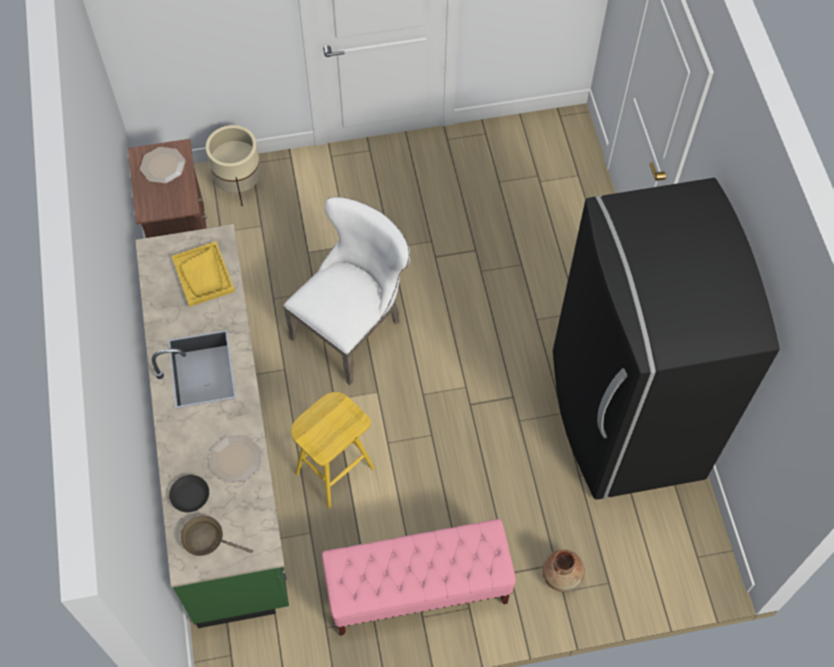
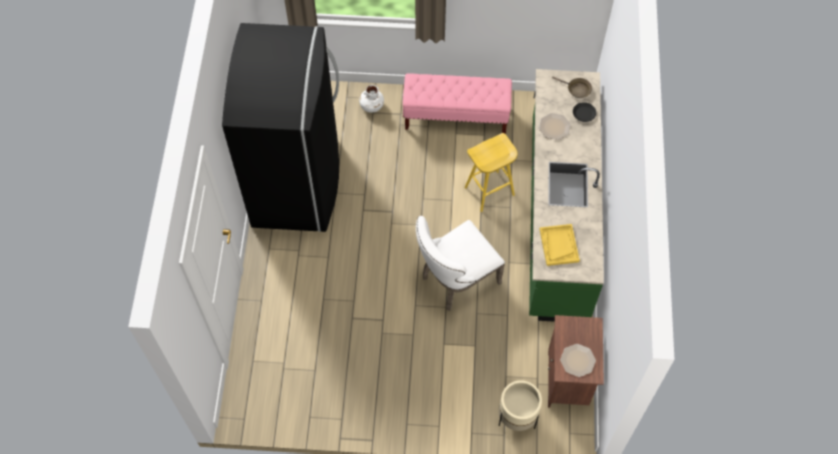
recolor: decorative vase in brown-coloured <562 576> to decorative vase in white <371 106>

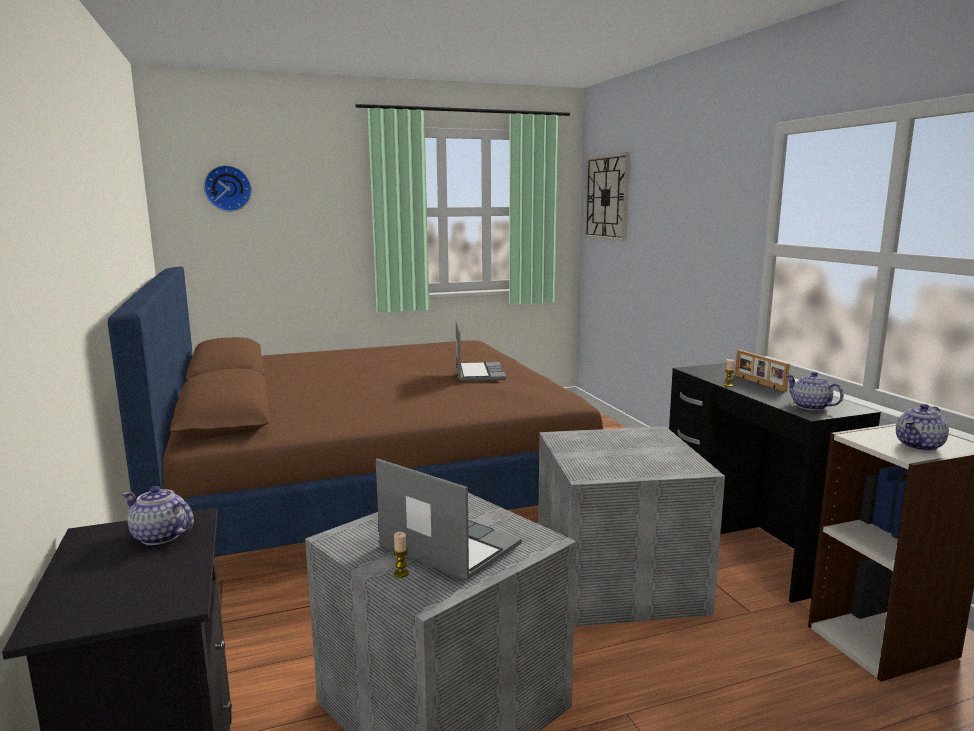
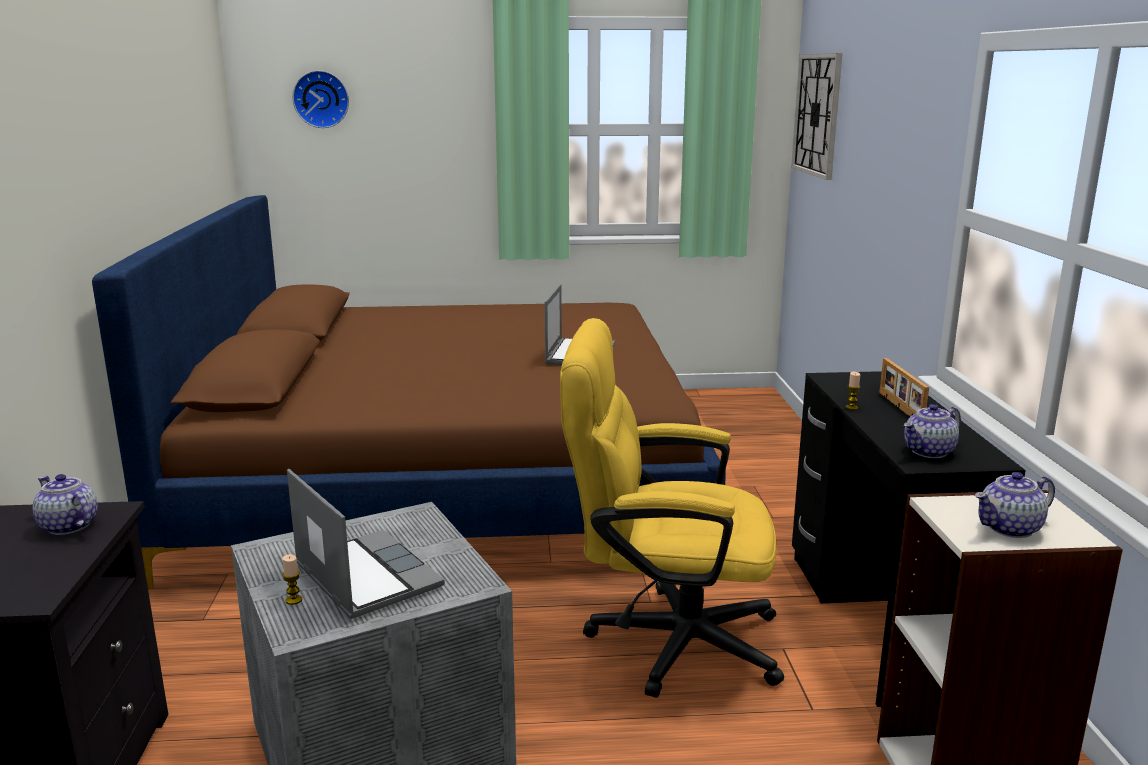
replace: storage box in greyish <615 579> to desk chair in yellow-coloured <665 640>
rotate: teapot <810 407> = <929 452> 105 degrees counterclockwise

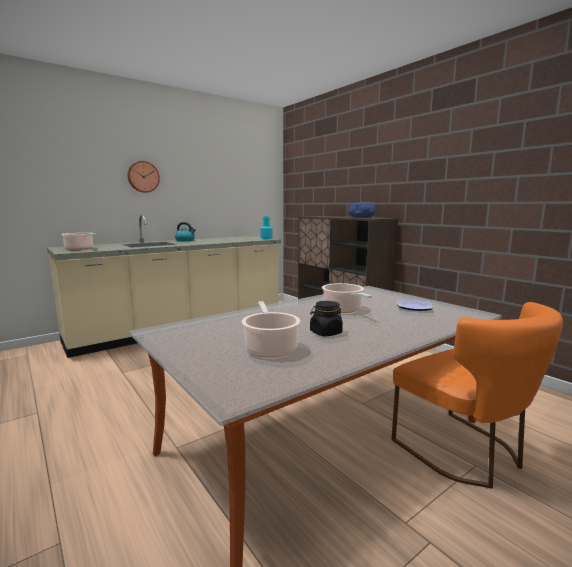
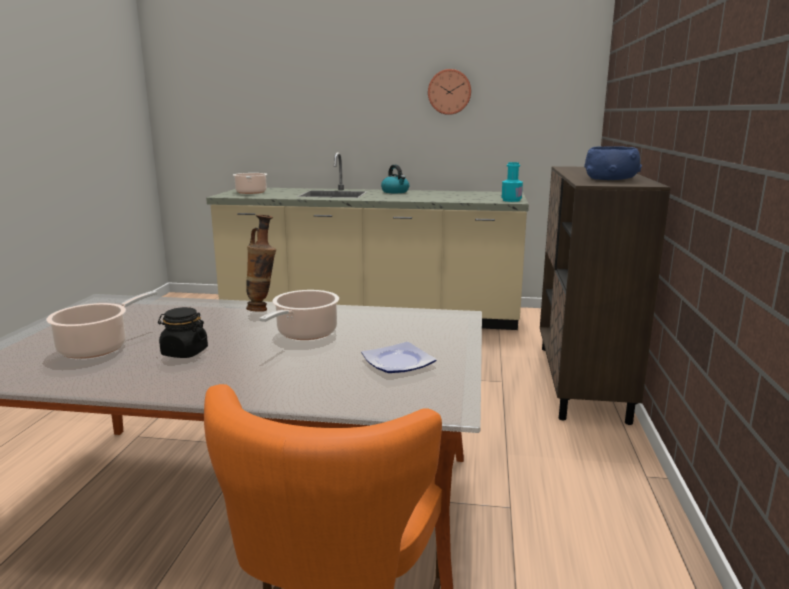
insert: decorative vase <263 309>
move: wall clock <143 177> to <449 92>

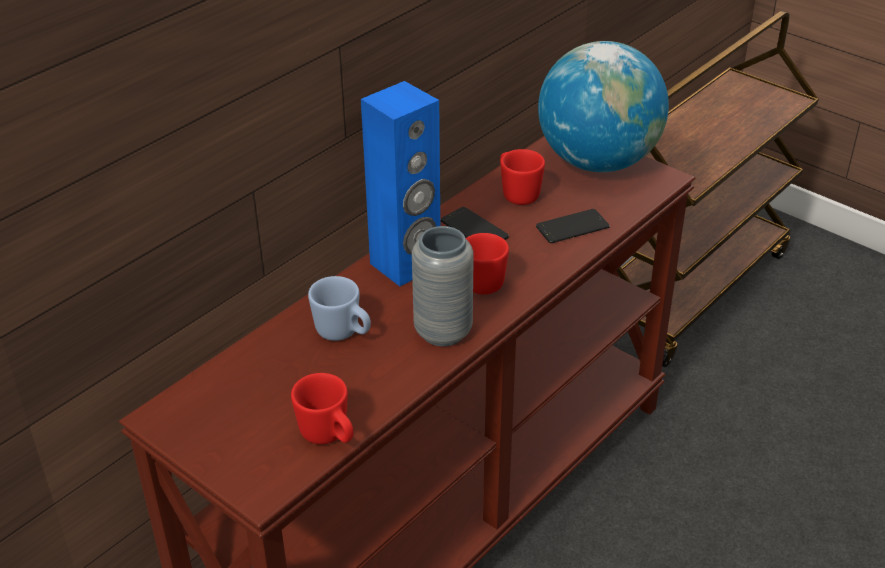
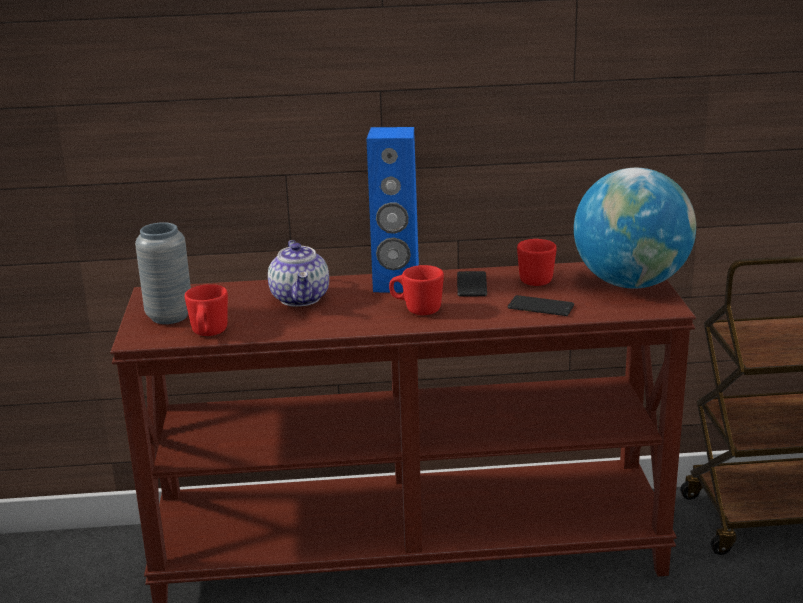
move: decorative vase in greyish <443 332> to <169 317>
replace: tea mug in blue-coloured <343 333> to teapot <301 298>

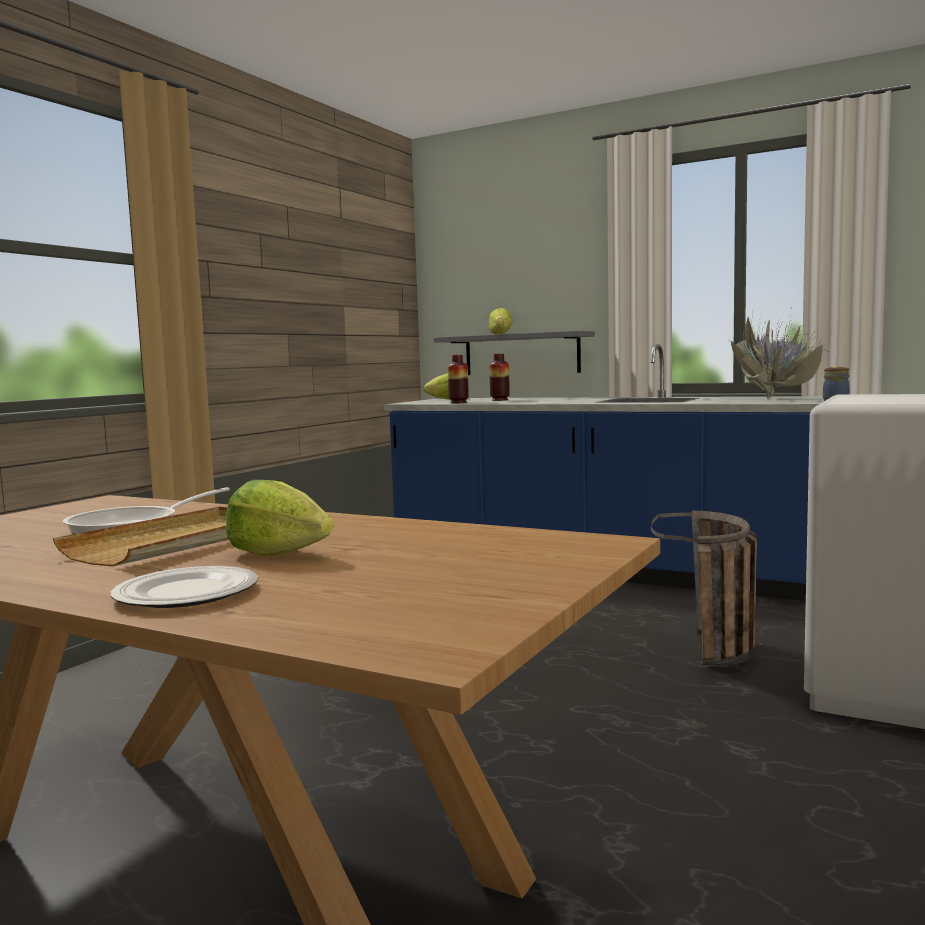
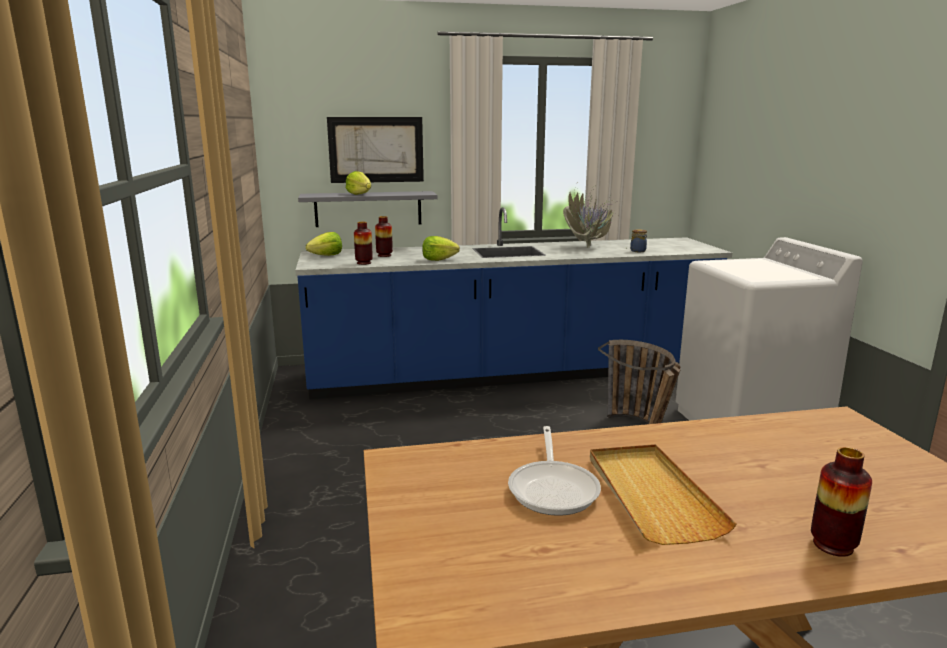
insert: wall art <376 150>
move: lettuce <278 553> to <438 259>
replace: dinner plate <185 593> to decorative vase <833 545>

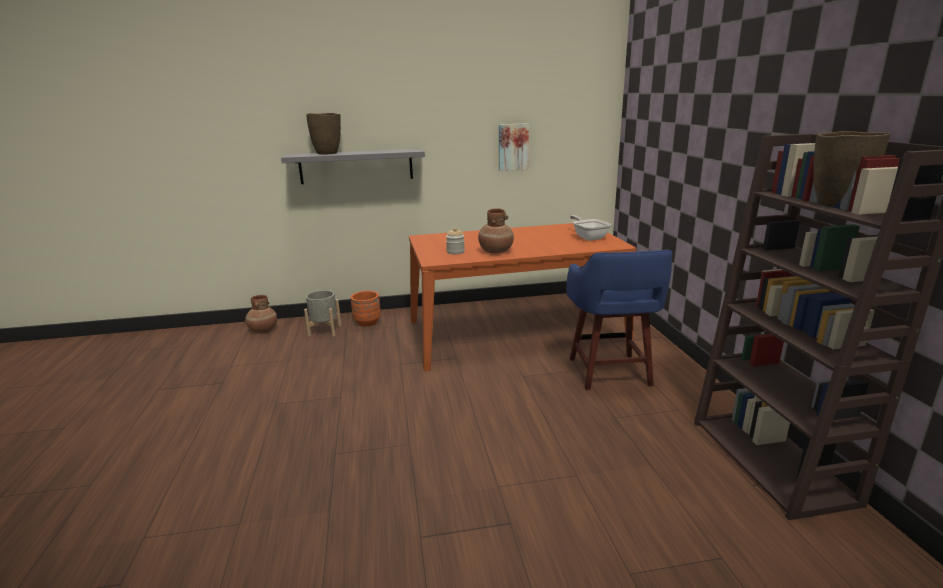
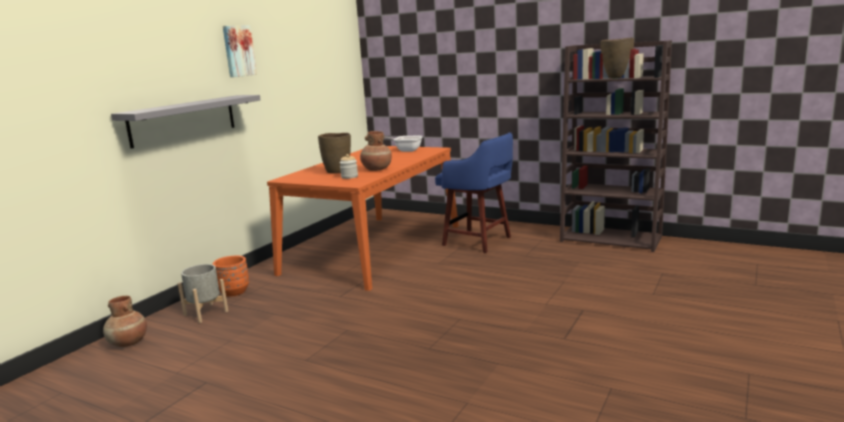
move: wall art <513 147> to <238 51>; decorative vase in brown-coloured <327 153> to <337 171>

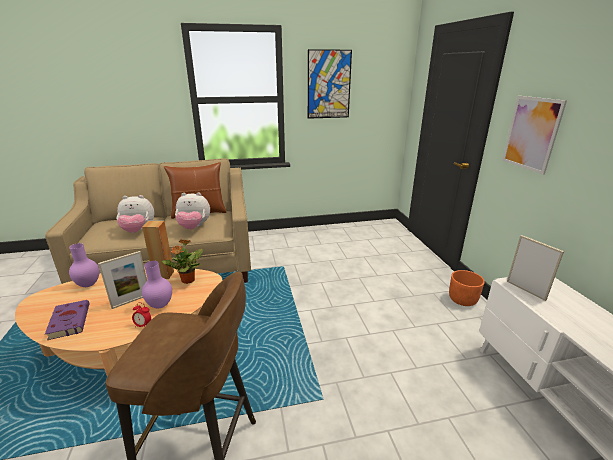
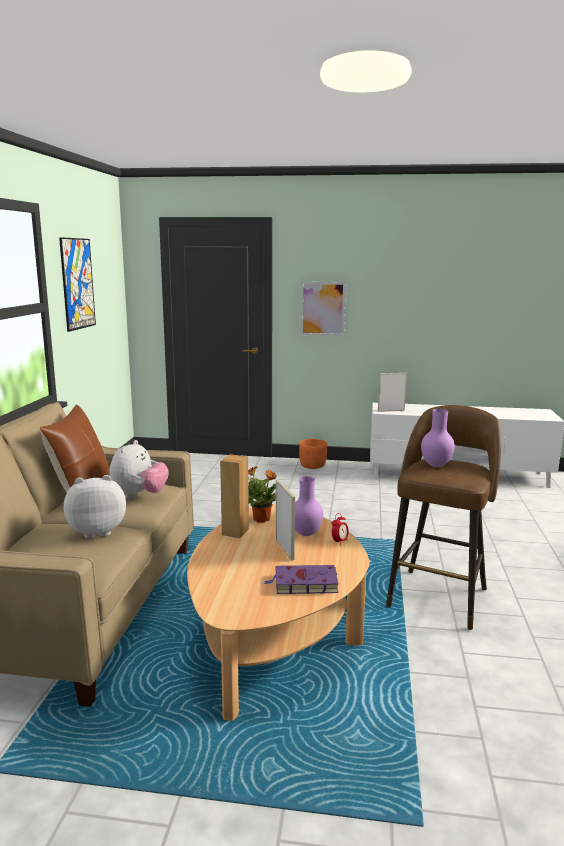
move: decorative vase in purplish <89 284> to <435 465>
rotate: soft toy <138 230> = <97 531> 120 degrees counterclockwise

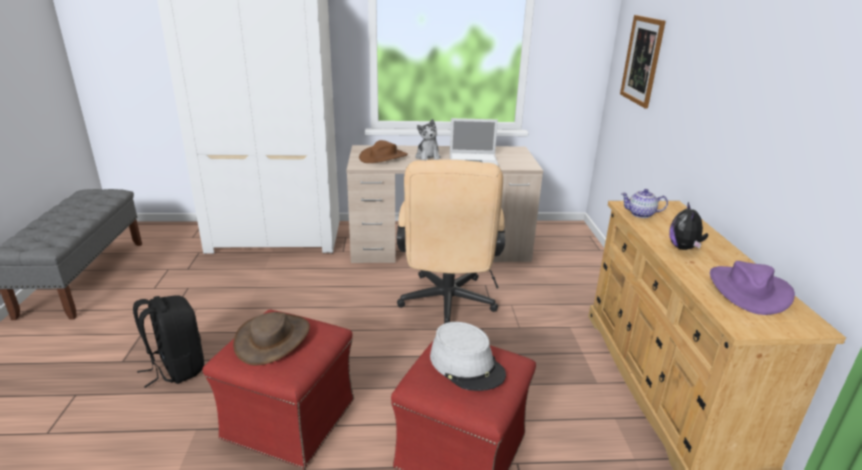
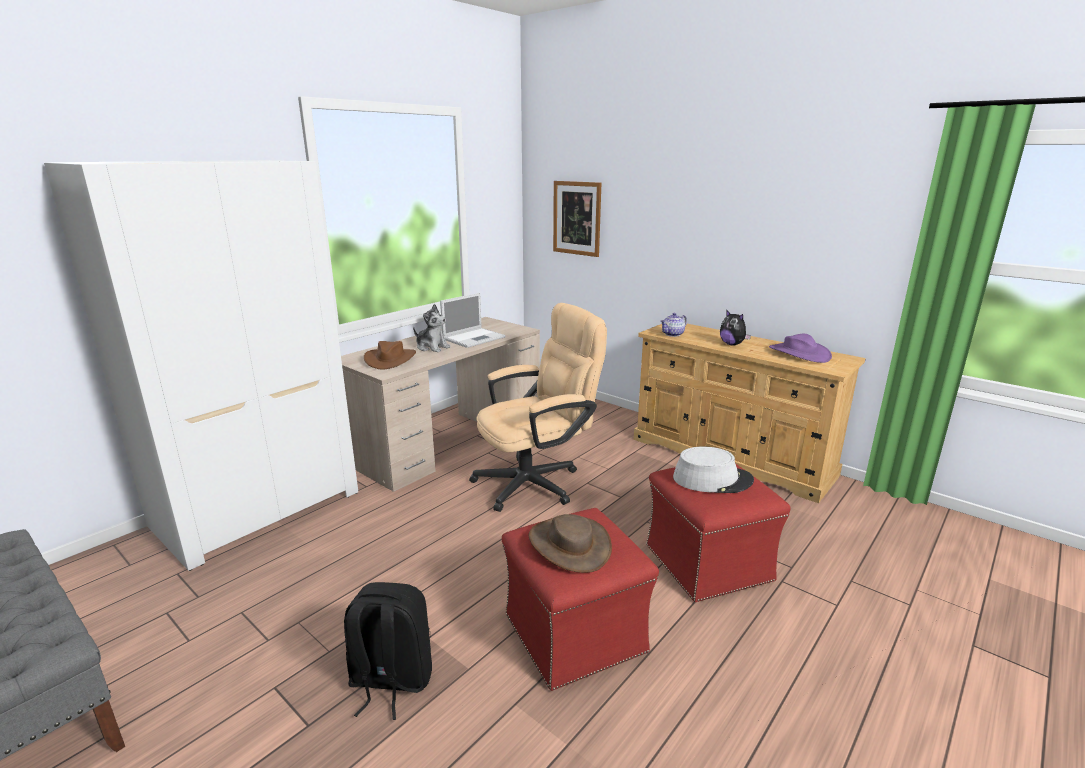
rotate: desk chair in sand-coloured <446 306> = <537 481> 75 degrees counterclockwise

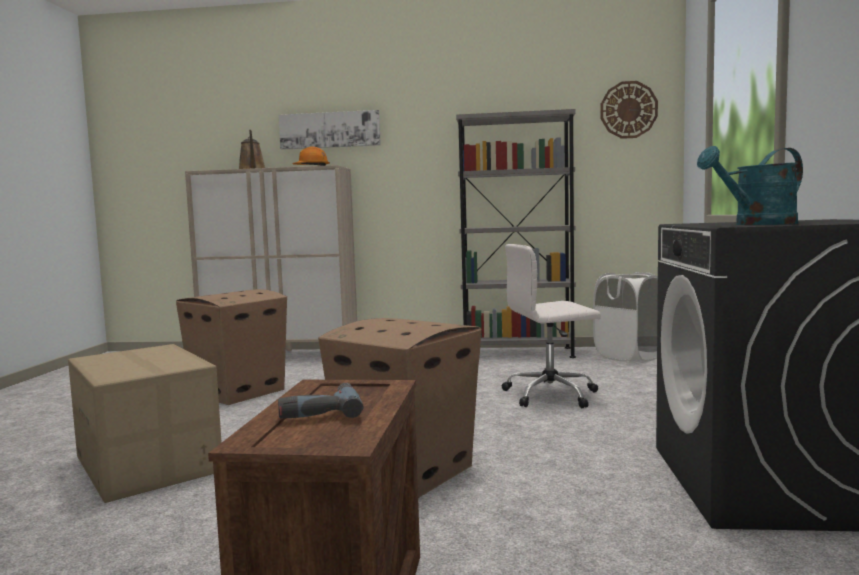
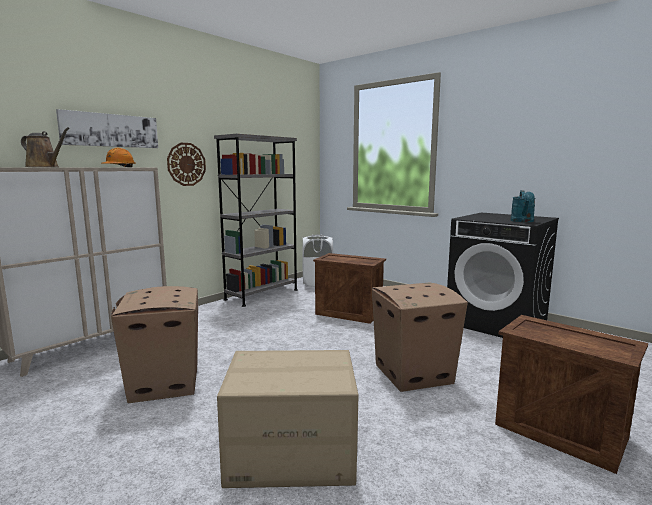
delete: electric drill <320 410>
move: wall clock <628 110> to <186 164>
replace: desk chair in white <552 395> to shipping crate <348 313>

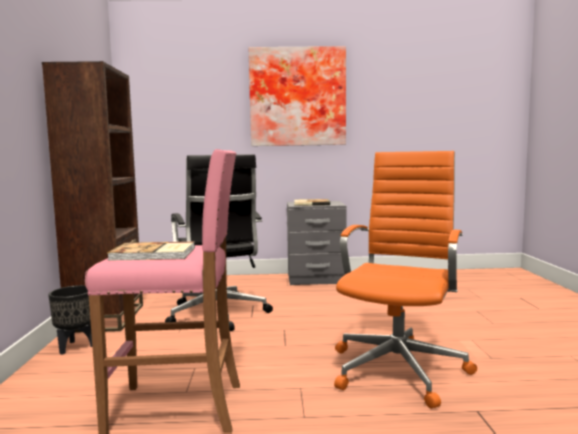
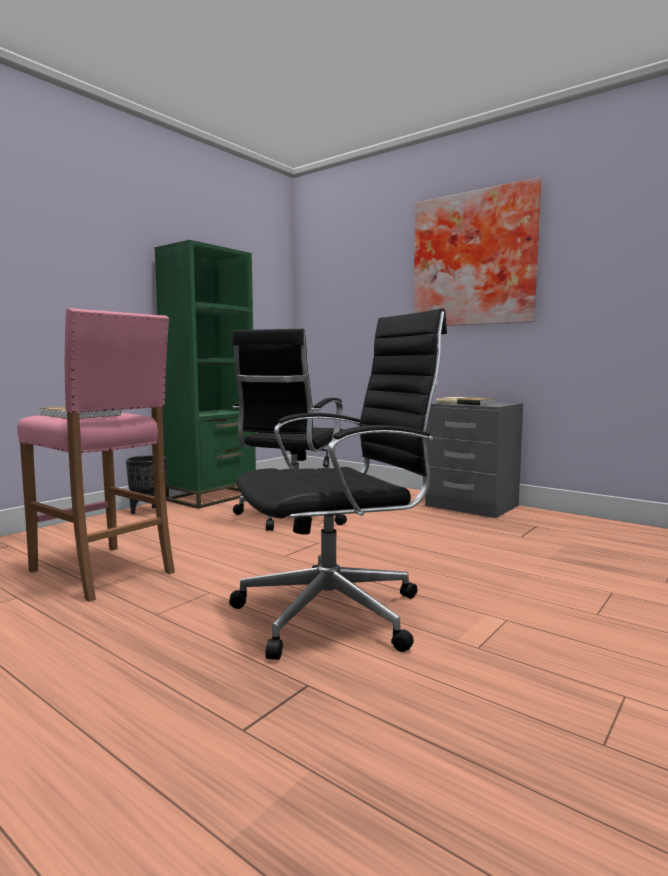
recolor: shelving unit in brown-coloured <107 318> to shelving unit in greenish <212 497>; desk chair in orangey <399 368> to desk chair in black-coloured <336 613>

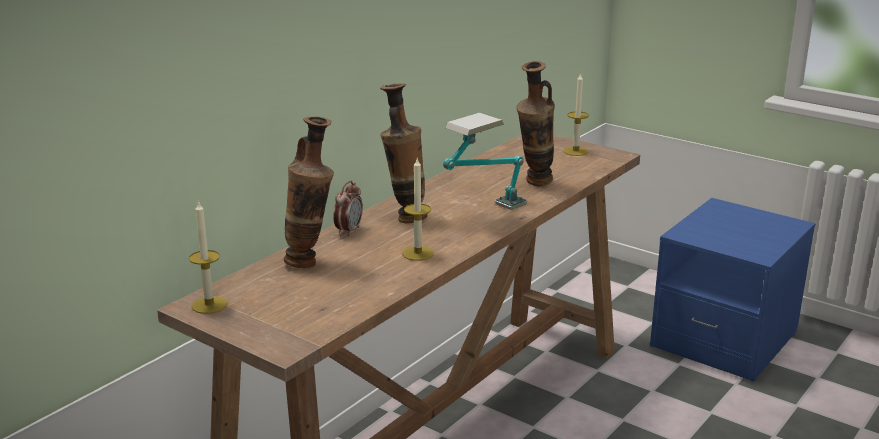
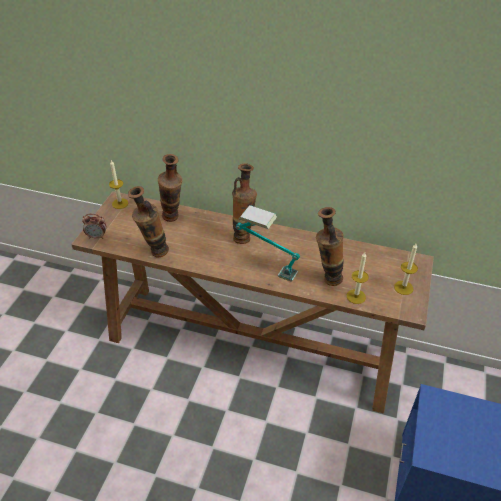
insert: decorative vase <154 254>
move: alarm clock <349 231> to <97 236>; candle <418 253> to <356 296>

